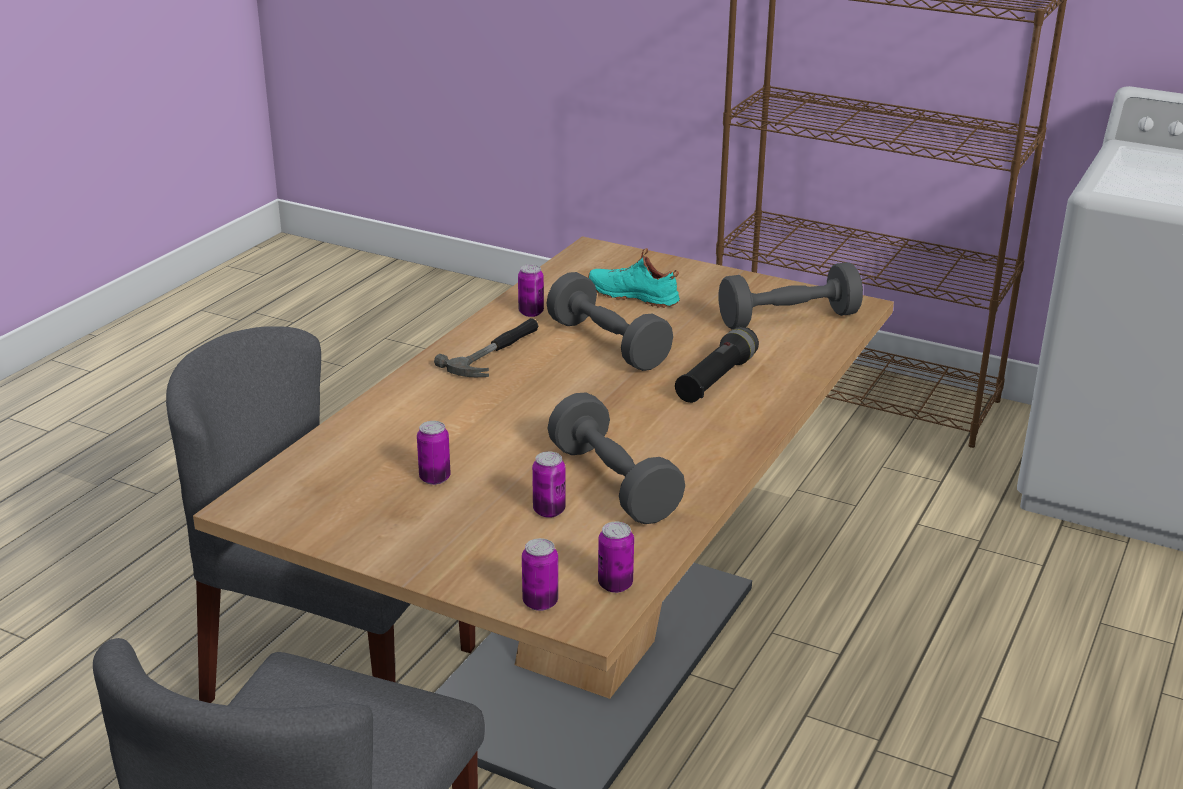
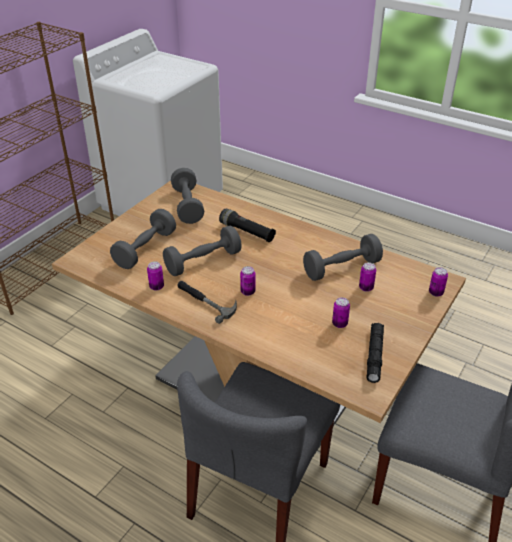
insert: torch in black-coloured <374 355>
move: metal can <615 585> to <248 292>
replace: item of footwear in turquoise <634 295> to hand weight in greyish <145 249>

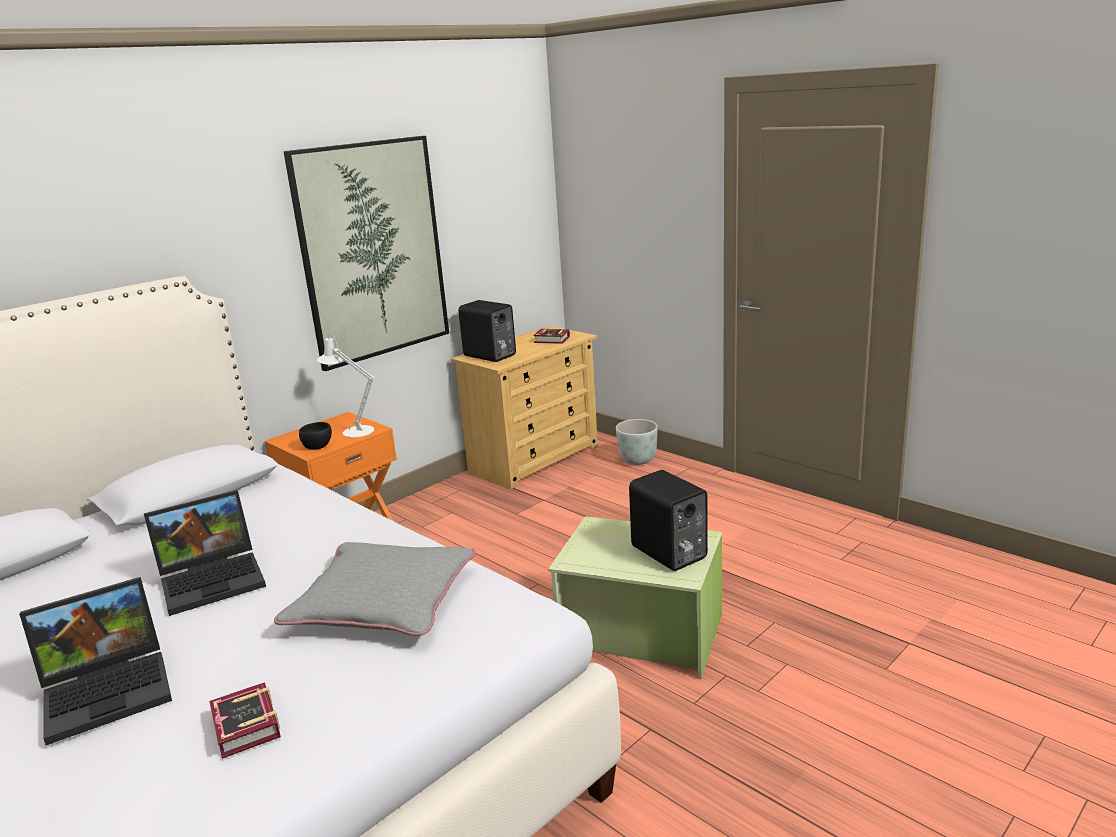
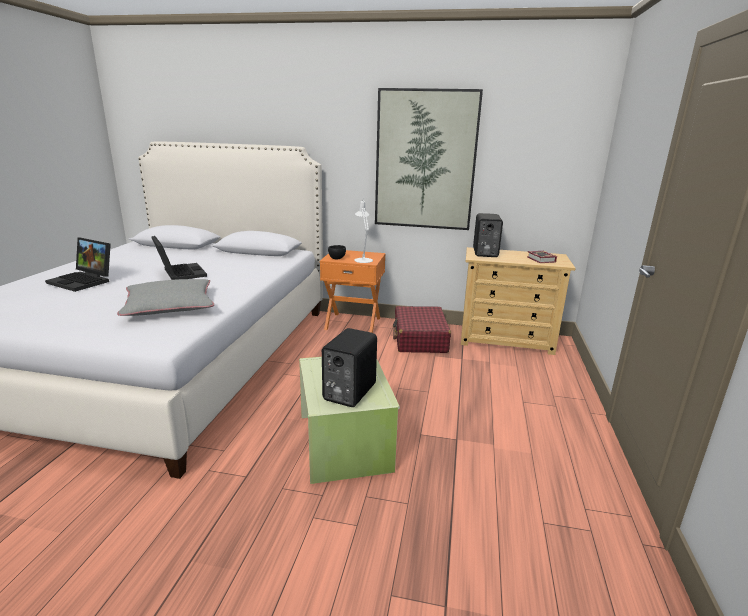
delete: bound book <244 729>; flower pot in greyish <638 461>
insert: suitcase in red-coloured <420 339>
rotate: portable computer <215 579> = <179 273> 150 degrees counterclockwise

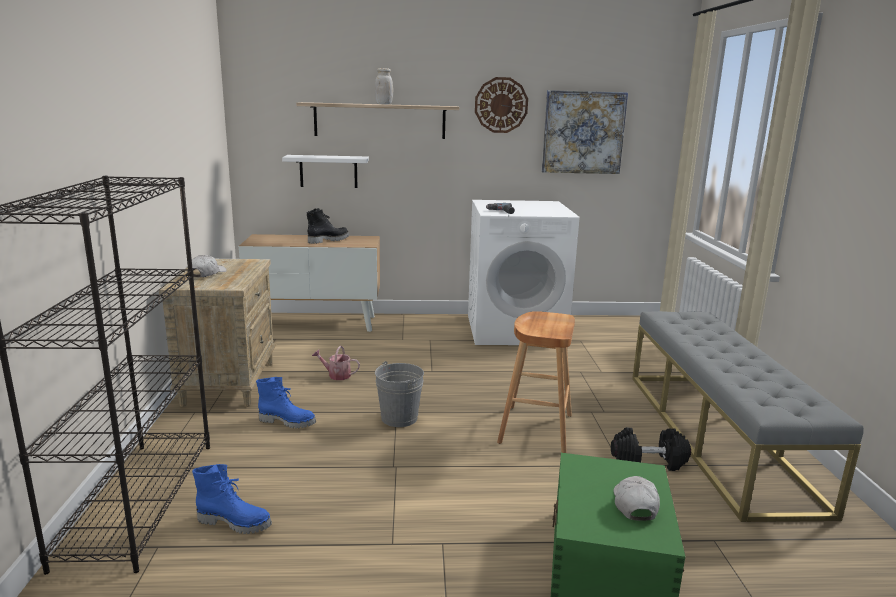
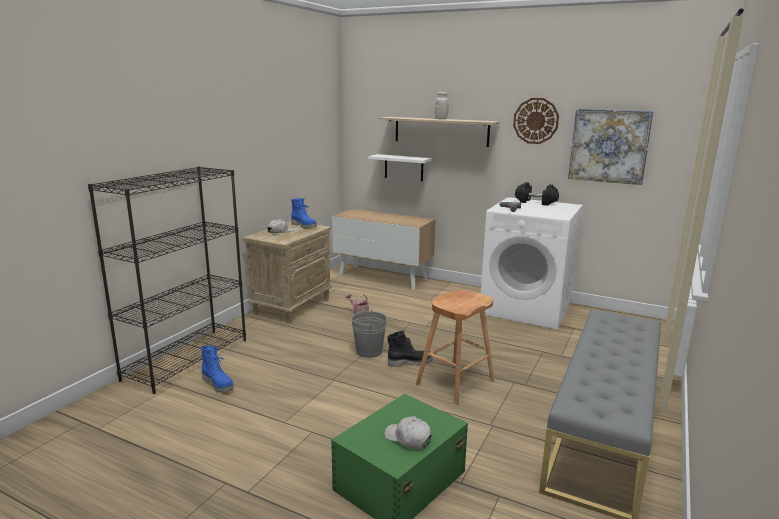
move: boot in blue-coloured <288 421> to <304 226>; boot in black-coloured <328 240> to <409 362>; hand weight in black-coloured <648 462> to <535 202>
rotate: peaked cap in white <634 504> = <408 438> 90 degrees counterclockwise

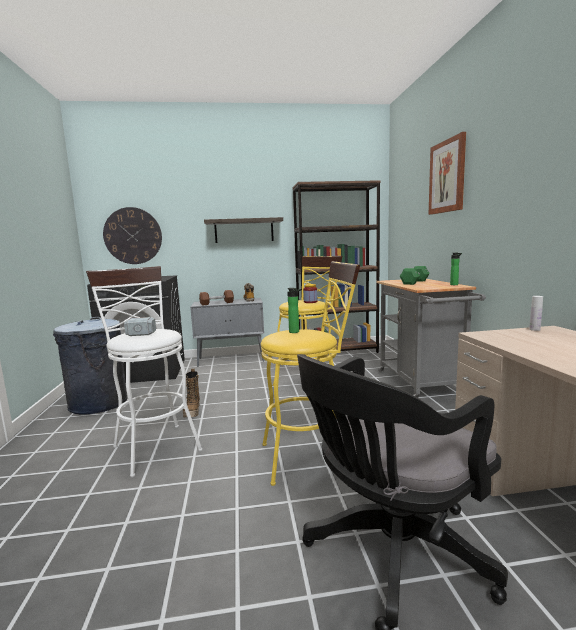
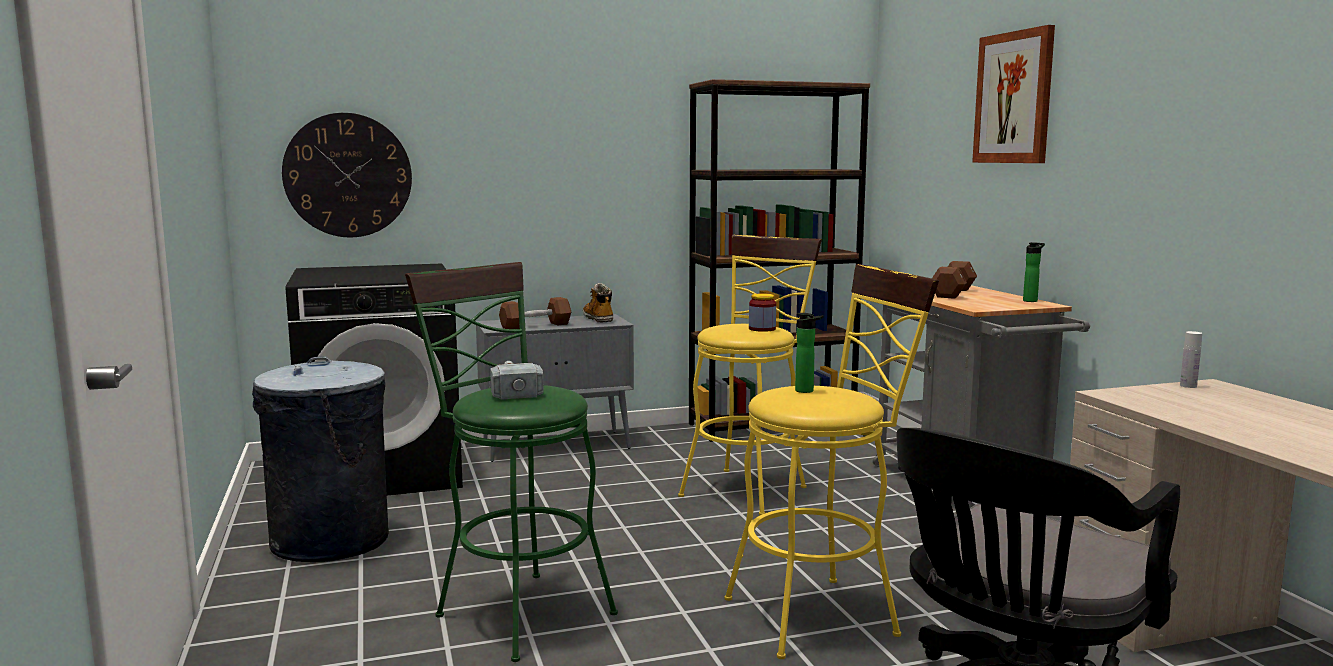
delete: boot <192 411>; shelf <244 231>
recolor: sitting stool in white <154 445> to sitting stool in greenish <516 609>; hand weight in greenish <414 282> to hand weight in brown-coloured <953 293>

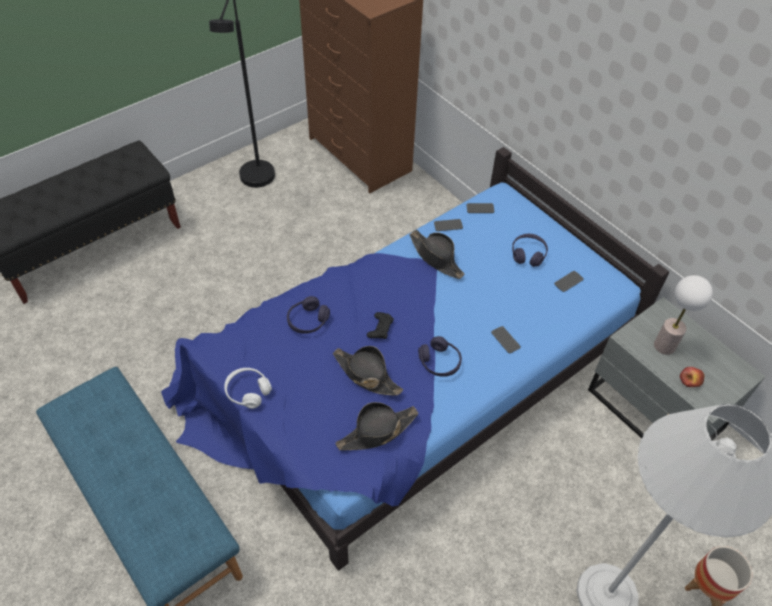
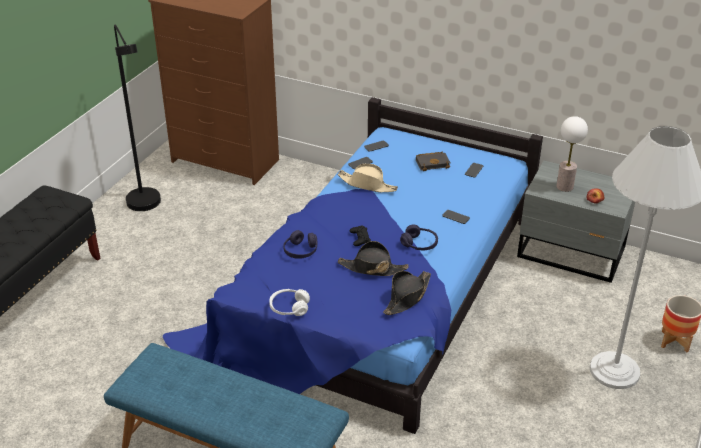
replace: pair of headphones in purplish <528 254> to bound book in black-coloured <433 163>
recolor: hat in black-coloured <436 258> to hat in sand-coloured <367 184>

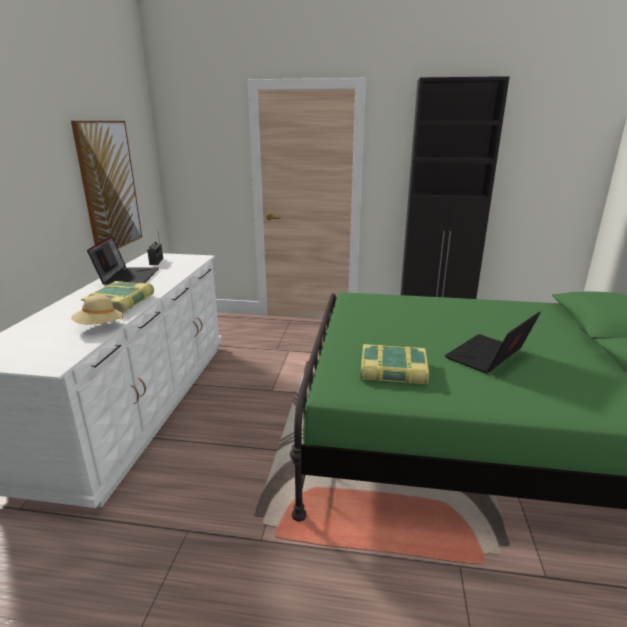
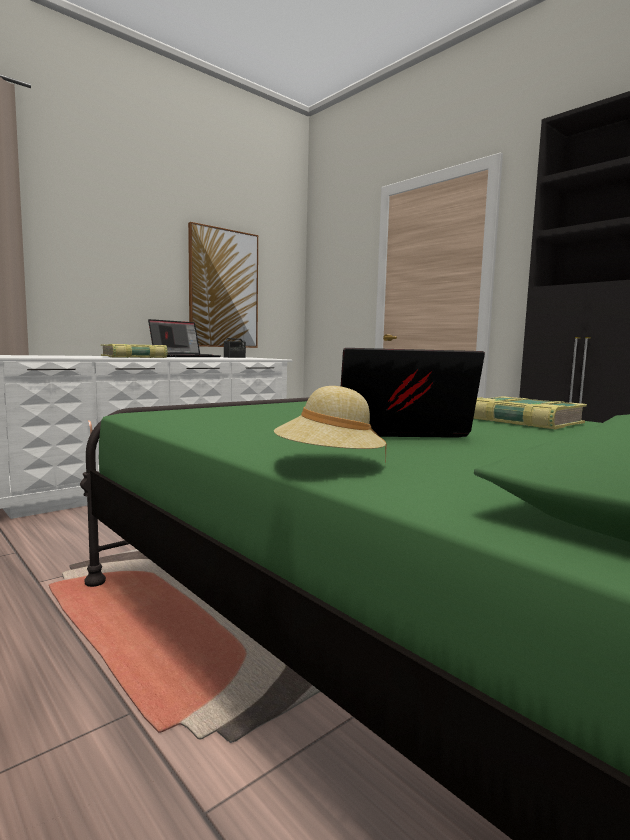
move: hat in sand-coloured <99 326> to <328 464>; bound book <393 371> to <524 421>

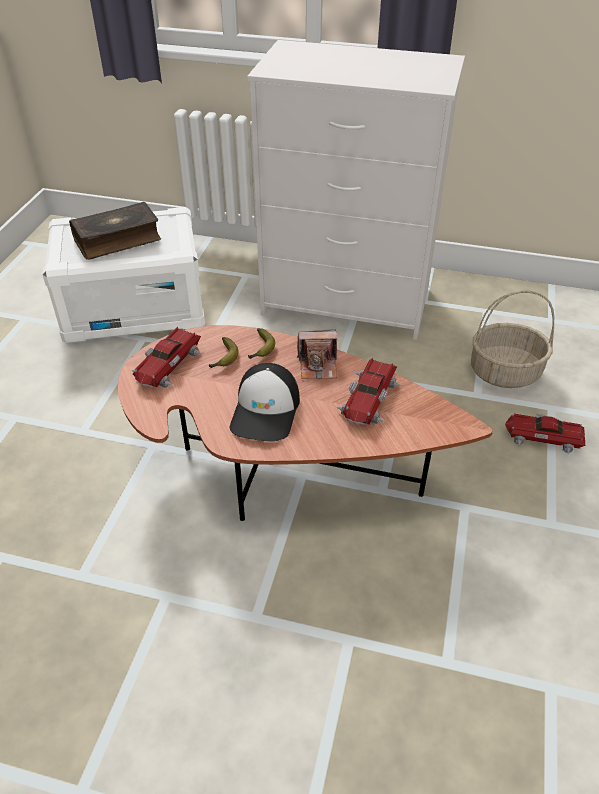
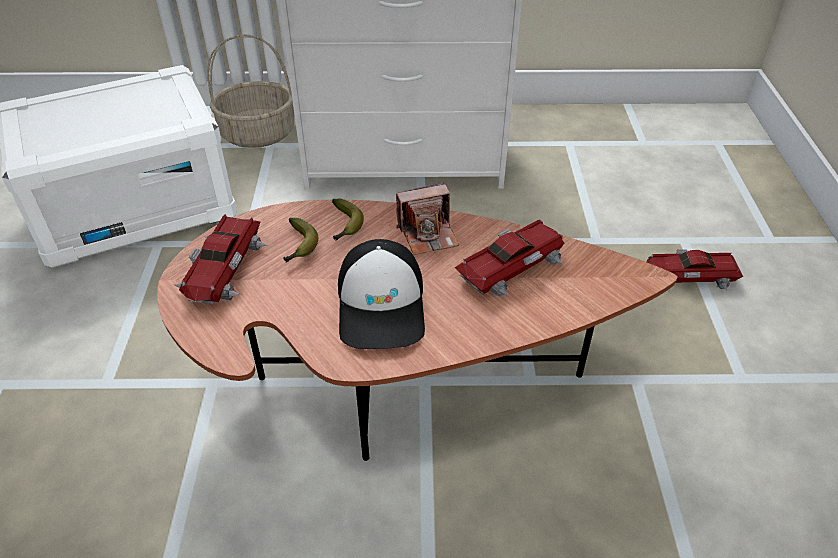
delete: bound book <117 240>
move: basket <504 373> to <257 135>
rotate: model car <369 399> = <511 265> 135 degrees counterclockwise

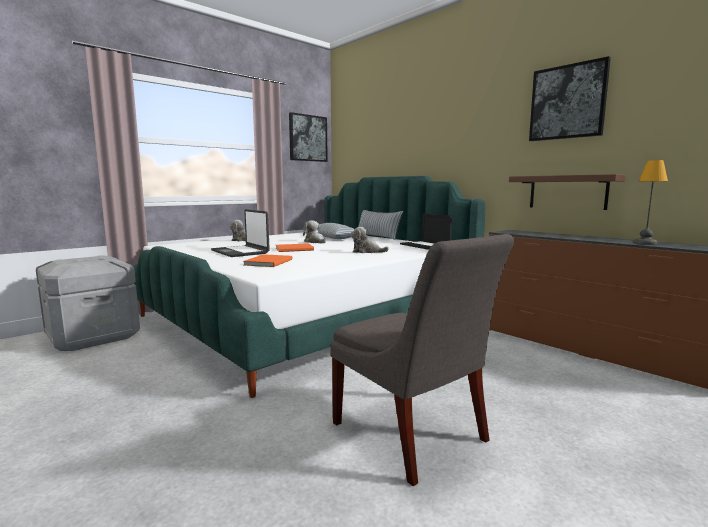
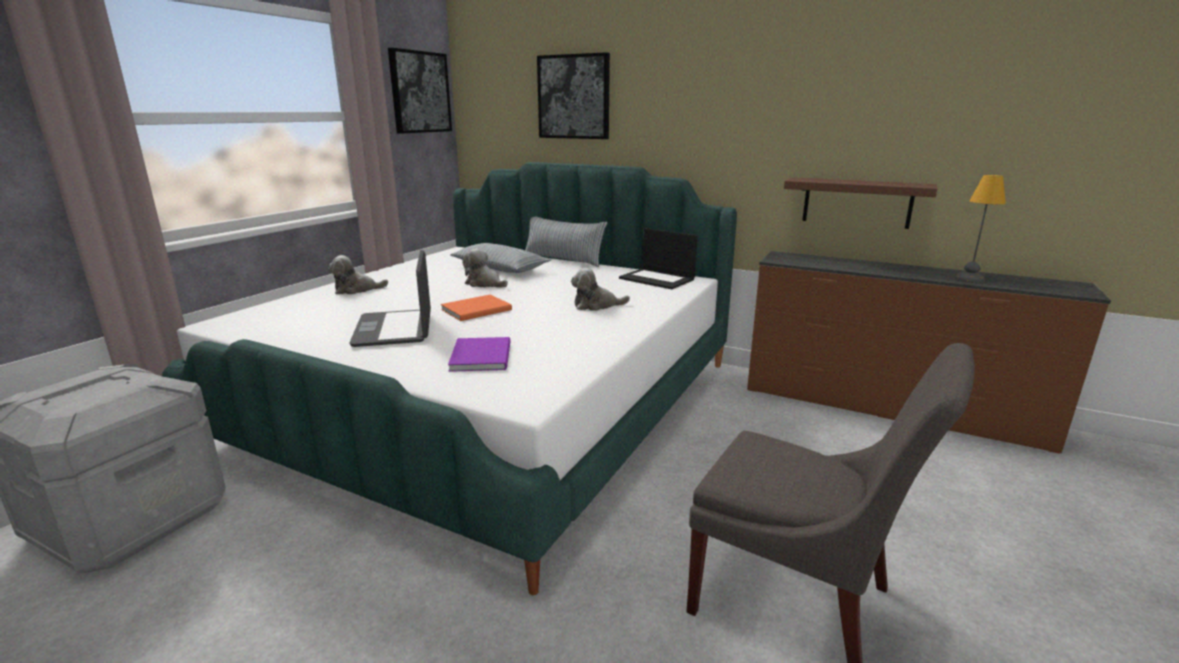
move: wall art <567 102> to <574 97>
recolor: bound book in orangey <270 262> to bound book in purplish <483 355>
rotate: portable computer <240 252> = <395 329> 45 degrees clockwise

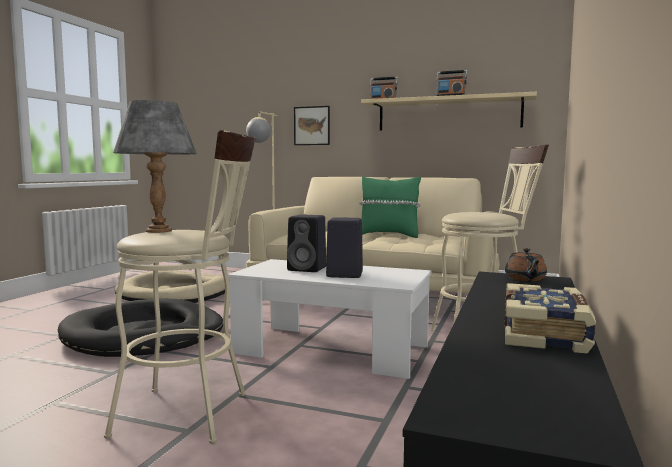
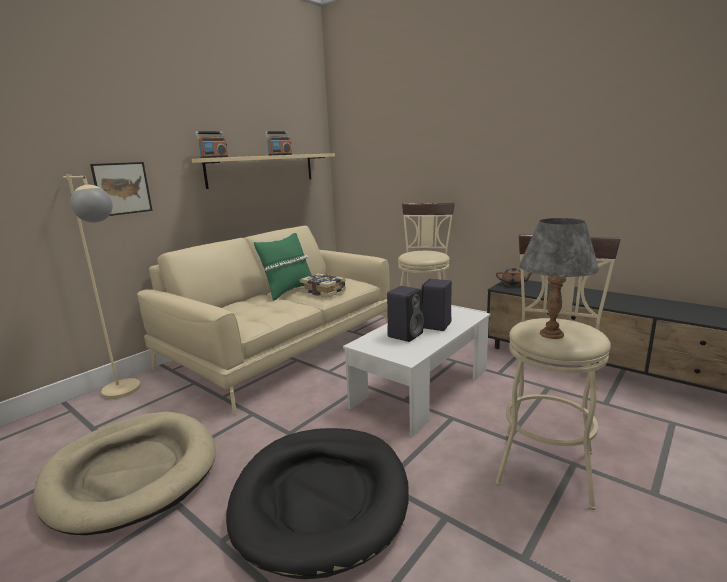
move: bound book <547 335> to <324 291>

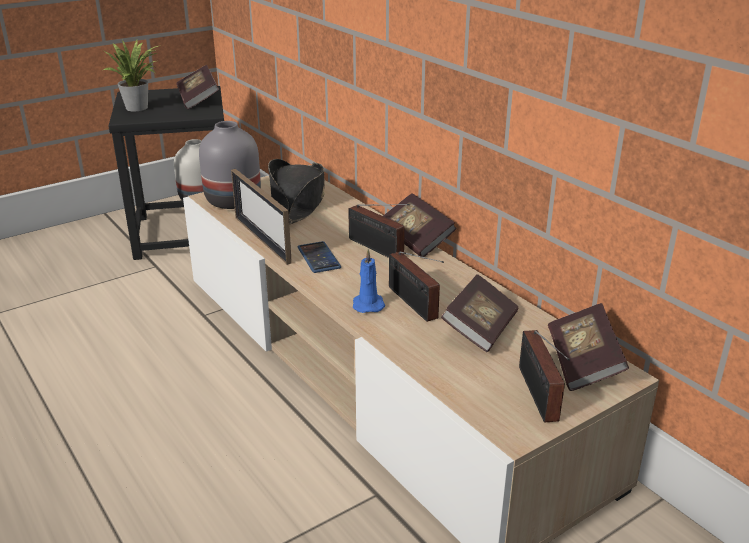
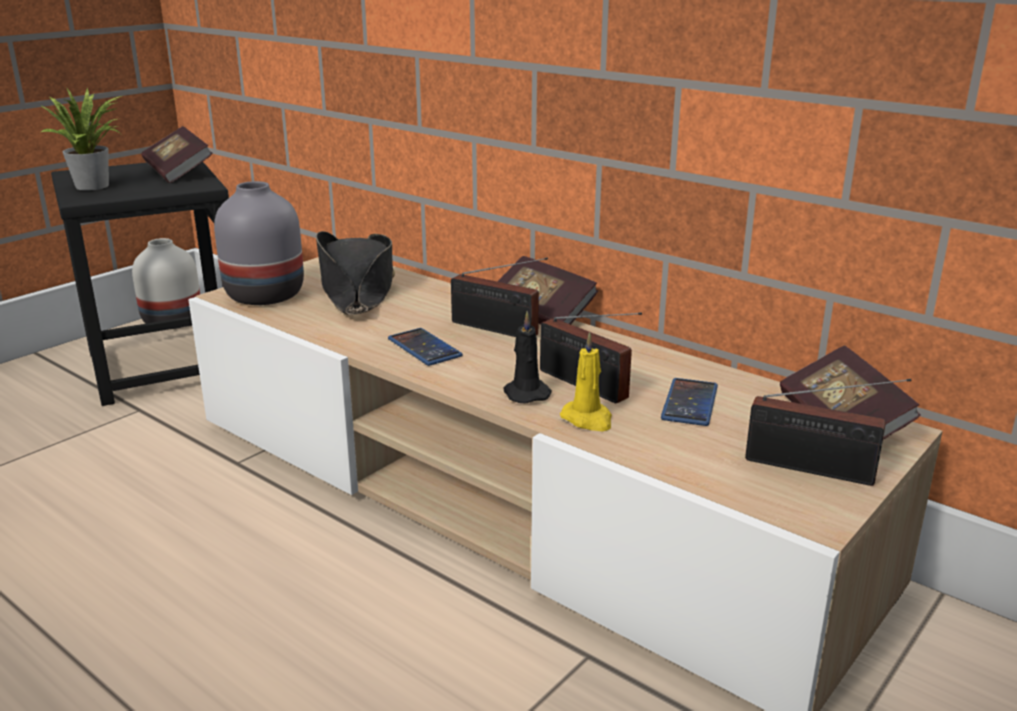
delete: picture frame <262 239>
insert: candle in yellow-coloured <588 419>
replace: bound book <480 329> to telephone <689 403>
recolor: candle in blue-coloured <368 304> to candle in black-coloured <525 393>
rotate: radio receiver <538 397> = <816 470> 45 degrees counterclockwise

